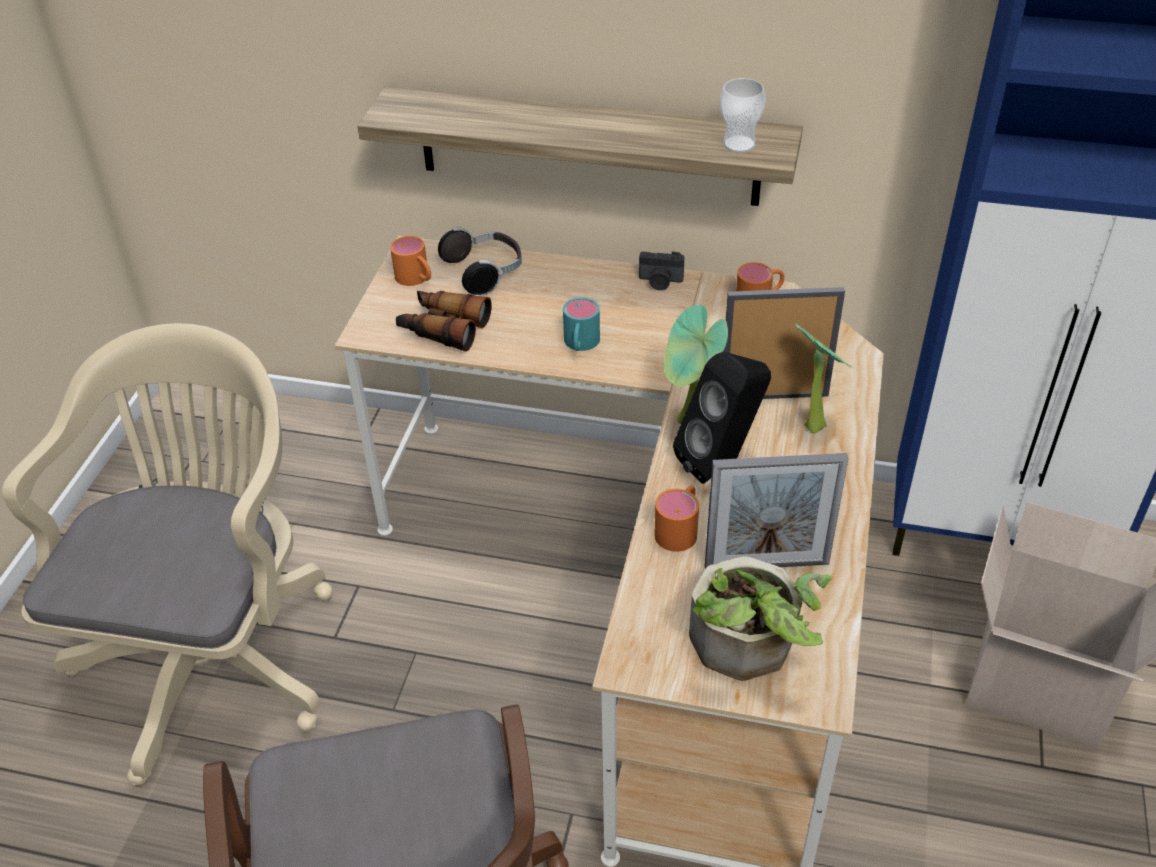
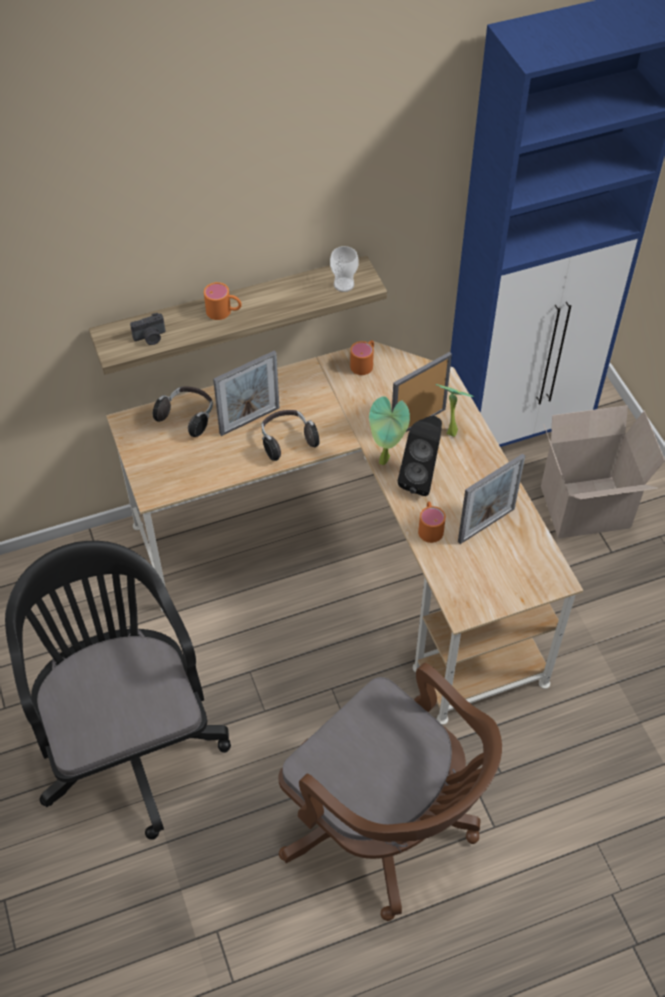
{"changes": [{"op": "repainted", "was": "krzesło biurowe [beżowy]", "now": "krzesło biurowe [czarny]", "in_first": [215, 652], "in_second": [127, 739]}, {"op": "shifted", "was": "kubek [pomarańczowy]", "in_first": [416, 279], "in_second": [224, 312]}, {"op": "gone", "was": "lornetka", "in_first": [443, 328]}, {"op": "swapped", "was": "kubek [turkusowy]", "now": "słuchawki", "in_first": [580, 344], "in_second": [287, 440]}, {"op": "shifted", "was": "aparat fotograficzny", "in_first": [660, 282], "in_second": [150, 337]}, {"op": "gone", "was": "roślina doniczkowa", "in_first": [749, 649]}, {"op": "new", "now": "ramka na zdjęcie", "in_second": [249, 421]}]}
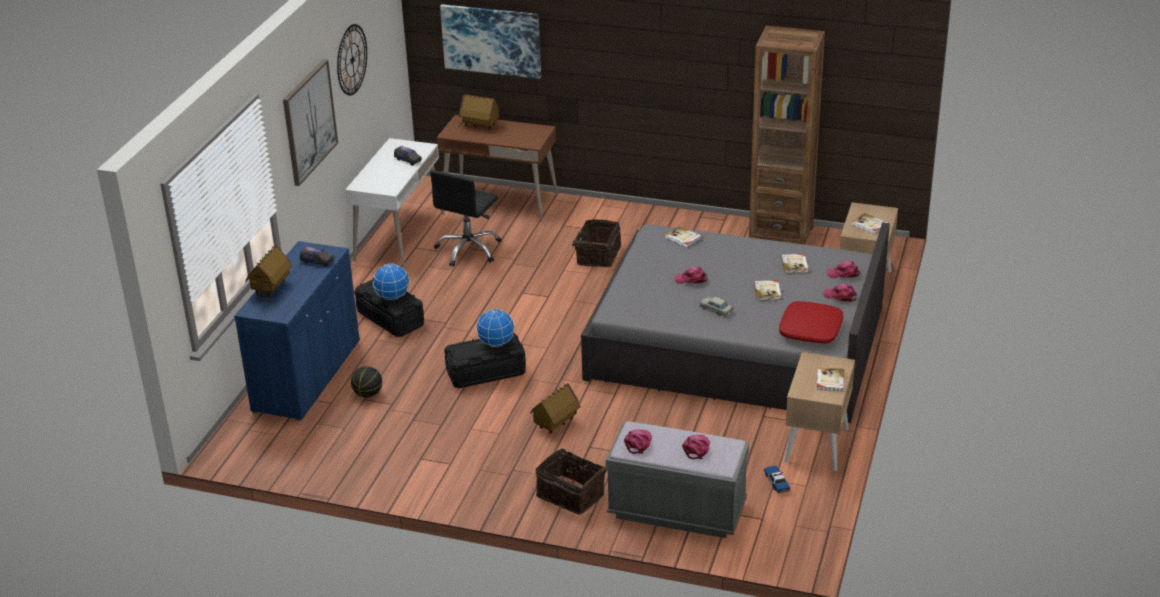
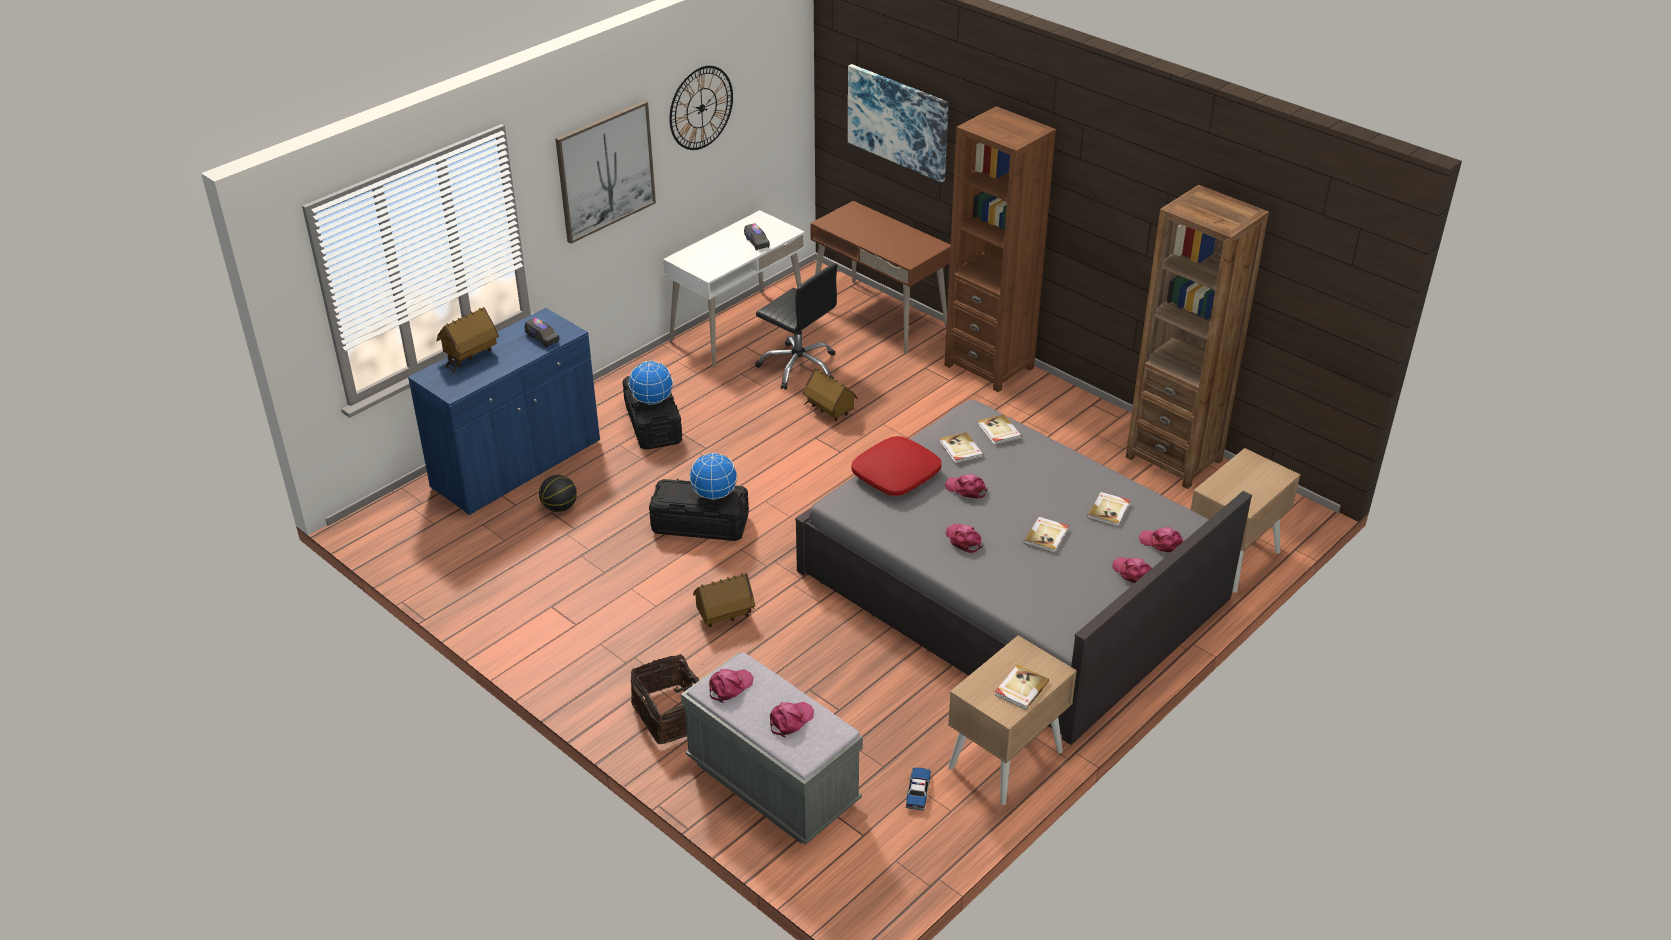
{"changes": [{"op": "rotated", "was": "krzesło biurowe [czarny]", "in_first": [469, 250], "in_second": [799, 367], "clockwise": -105}, {"op": "shifted", "was": "domek", "in_first": [480, 126], "in_second": [829, 411]}, {"op": "gone", "was": "koszyk", "in_first": [597, 255]}, {"op": "swapped", "was": "samochodzik [beżowy]", "now": "czapka z daszkiem [różowy]", "in_first": [716, 310], "in_second": [963, 540]}, {"op": "shifted", "was": "poduszka [czerwony]", "in_first": [811, 330], "in_second": [896, 475]}, {"op": "shifted", "was": "książka", "in_first": [869, 225], "in_second": [960, 449]}, {"op": "new", "now": "regał [brązowy]", "in_second": [989, 366]}]}
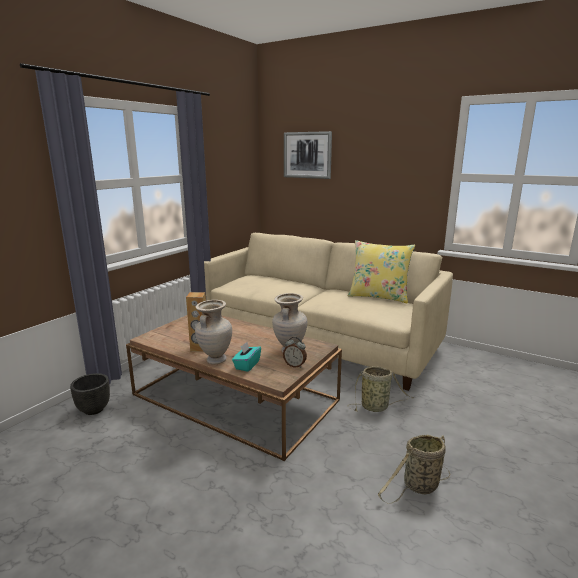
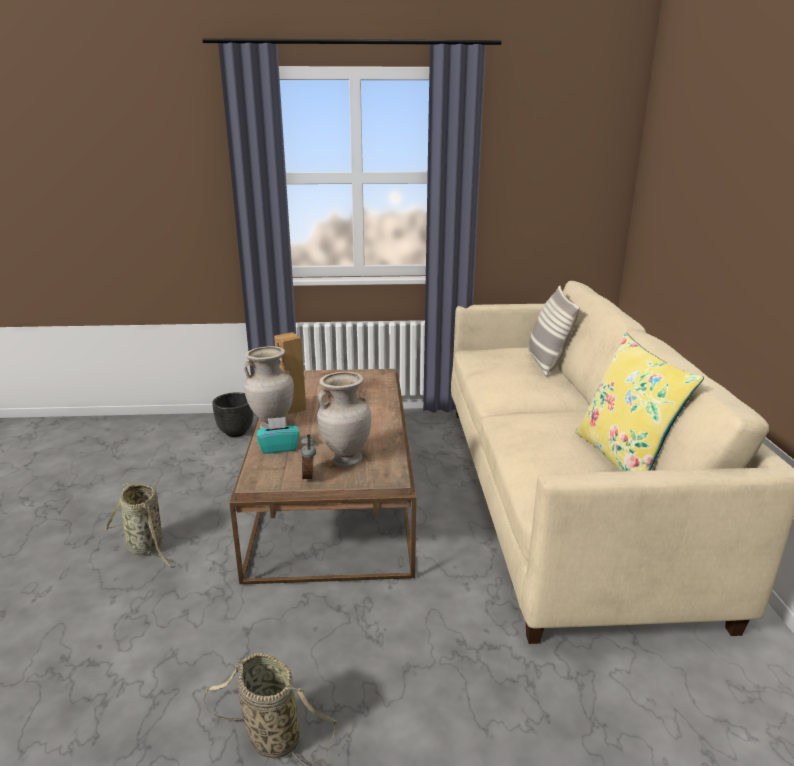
{"changes": [{"op": "gone", "was": "obraz", "in_first": [307, 155]}, {"op": "shifted", "was": "koszyk", "in_first": [376, 407], "in_second": [147, 547]}, {"op": "new", "now": "poduszka", "in_second": [546, 363]}]}
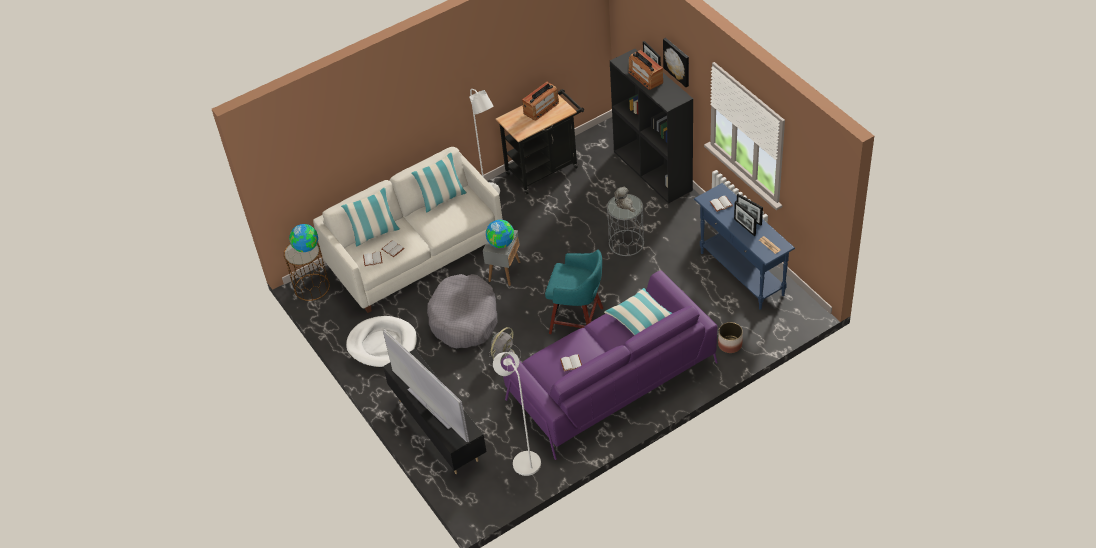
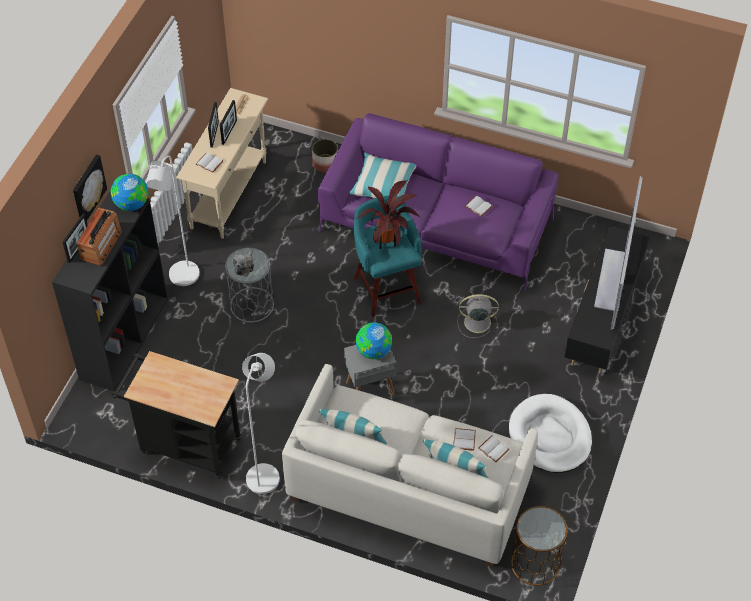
{"changes": [{"op": "shifted", "was": "globus", "in_first": [306, 247], "in_second": [131, 204]}, {"op": "gone", "was": "legowisko [szary]", "in_first": [464, 319]}, {"op": "shifted", "was": "lampa stojąca [biały]", "in_first": [523, 459], "in_second": [181, 278]}, {"op": "gone", "was": "radio", "in_first": [541, 108]}, {"op": "repainted", "was": "stolik konsolowy [niebieski]", "now": "stolik konsolowy [beżowy]", "in_first": [741, 274], "in_second": [229, 194]}, {"op": "new", "now": "roślina doniczkowa", "in_second": [388, 242]}]}
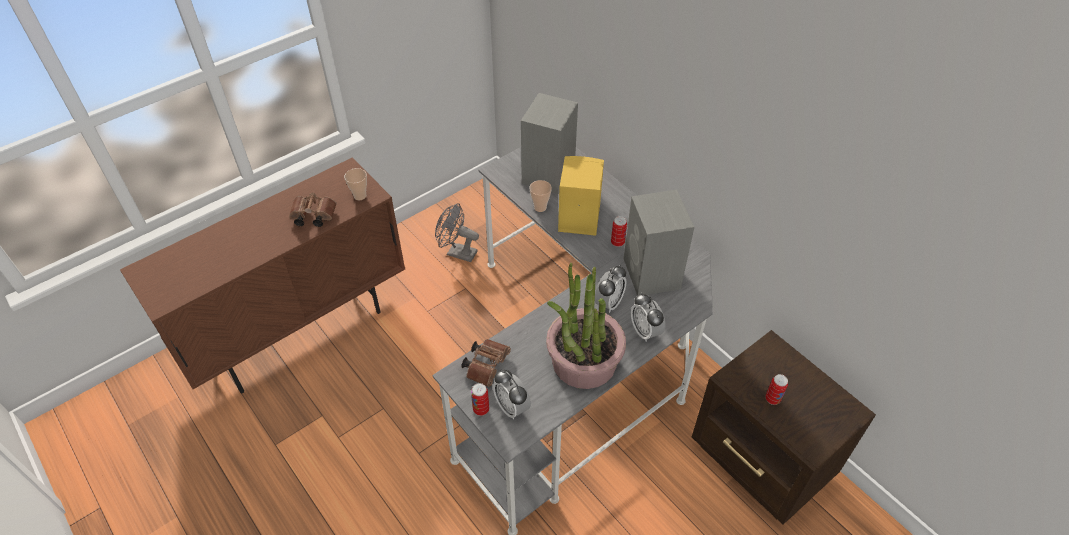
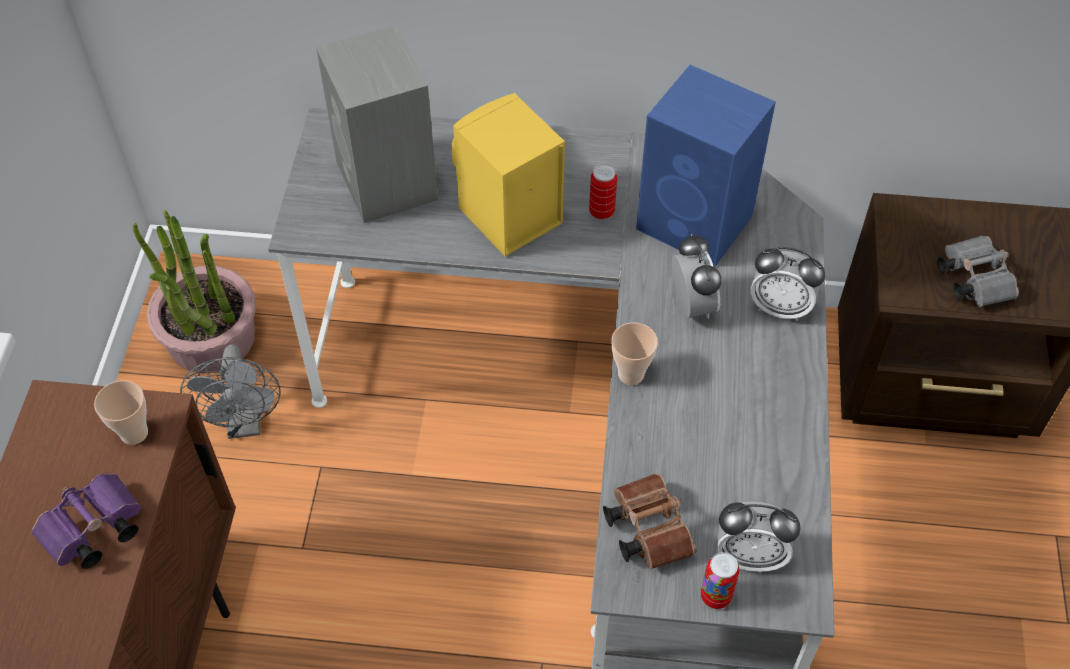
{"changes": [{"op": "repainted", "was": "lornetka [brązowy]", "now": "lornetka [fioletowy]", "in_first": [312, 217], "in_second": [92, 532]}, {"op": "rotated", "was": "wentylator [szary]", "in_first": [457, 252], "in_second": [245, 423], "clockwise": -75}, {"op": "shifted", "was": "filiżanka", "in_first": [540, 207], "in_second": [631, 374]}, {"op": "shifted", "was": "roślina doniczkowa", "in_first": [583, 362], "in_second": [211, 338]}, {"op": "repainted", "was": "głośnik [szary]", "now": "głośnik [niebieski]", "in_first": [652, 275], "in_second": [697, 223]}, {"op": "swapped", "was": "puszka", "now": "lornetka [szary]", "in_first": [772, 399], "in_second": [971, 279]}]}
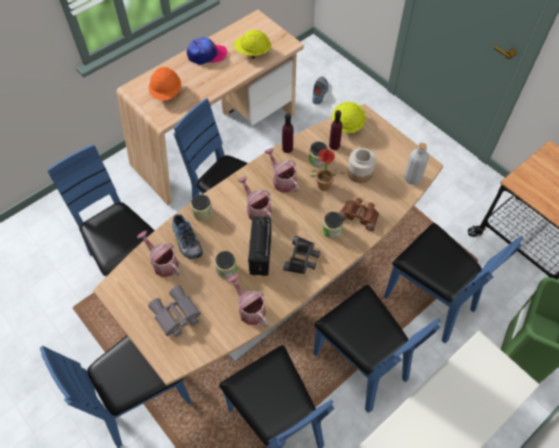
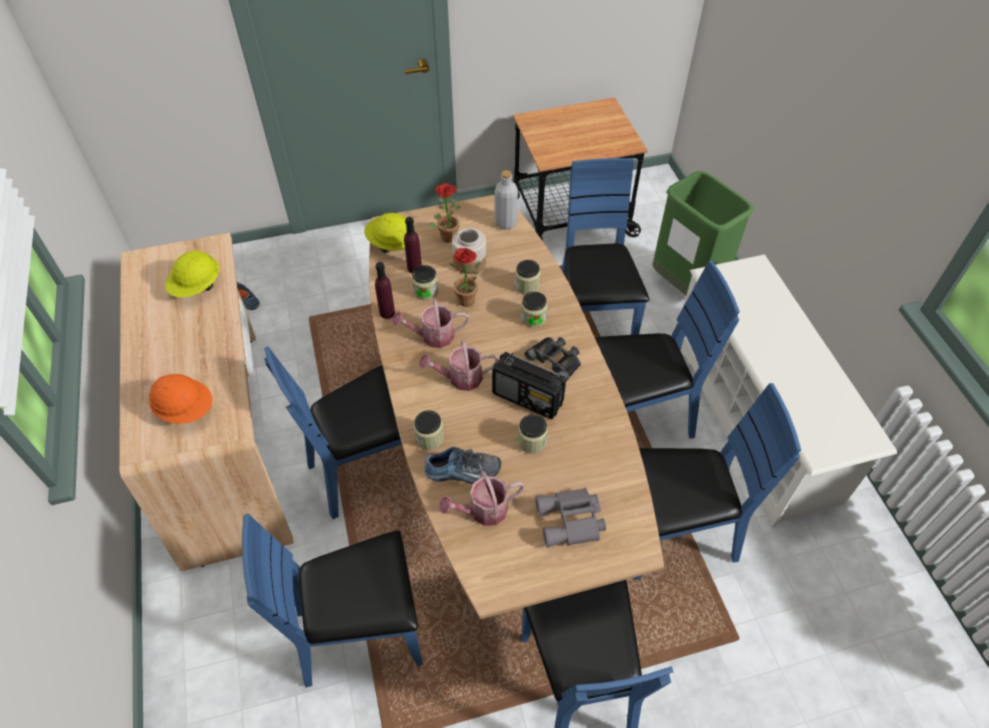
{"changes": [{"op": "gone", "was": "czapka z daszkiem", "in_first": [206, 55]}, {"op": "gone", "was": "konewka", "in_first": [249, 309]}, {"op": "swapped", "was": "lornetka [brązowy]", "now": "słoik", "in_first": [359, 215], "in_second": [527, 286]}, {"op": "rotated", "was": "krzesło [niebieski]", "in_first": [429, 301], "in_second": [591, 326], "clockwise": -75}, {"op": "new", "now": "roślina doniczkowa", "in_second": [447, 235]}]}
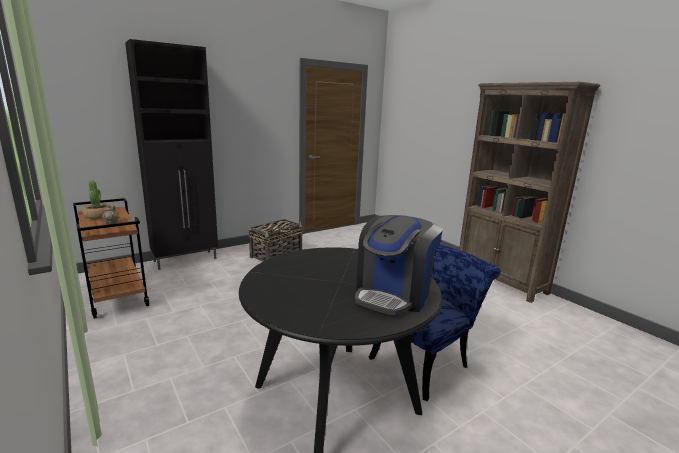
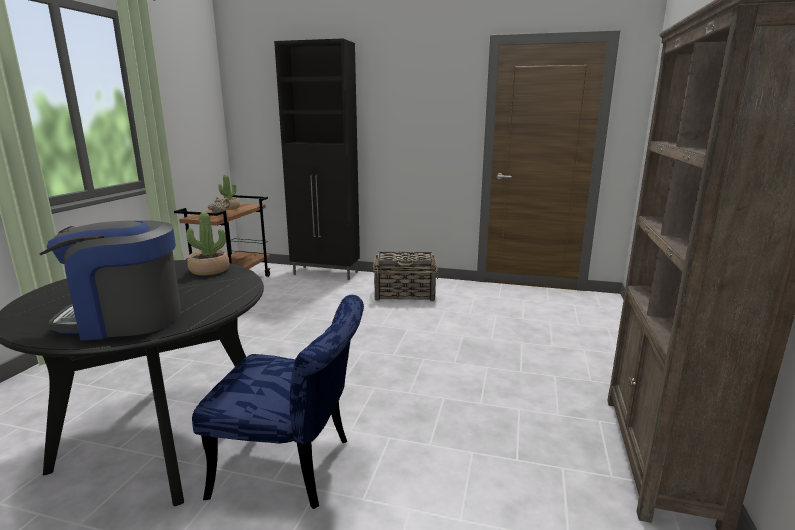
{"changes": [{"op": "new", "now": "roślina doniczkowa", "in_second": [209, 270]}]}
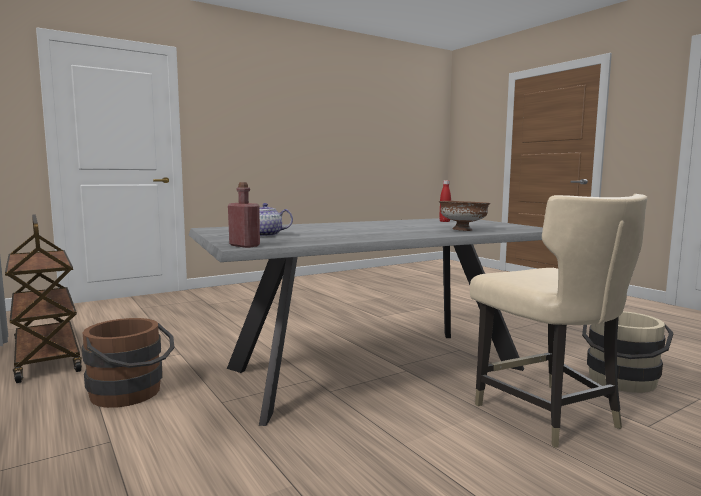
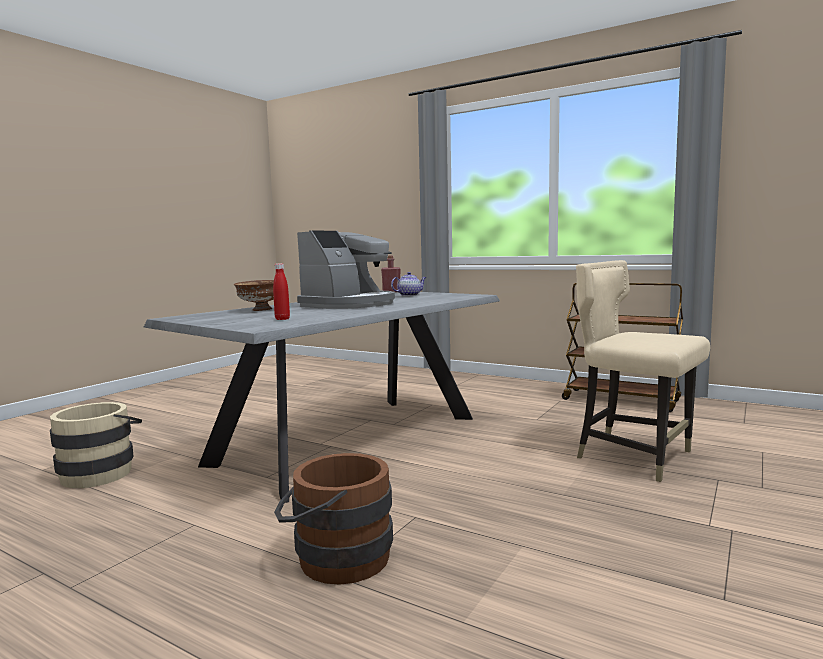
{"changes": [{"op": "shifted", "was": "wiadro [brązowy]", "in_first": [131, 394], "in_second": [335, 559]}, {"op": "shifted", "was": "krzesło [beżowy]", "in_first": [547, 414], "in_second": [634, 456]}, {"op": "new", "now": "ekspres do kawy", "in_second": [349, 304]}]}
